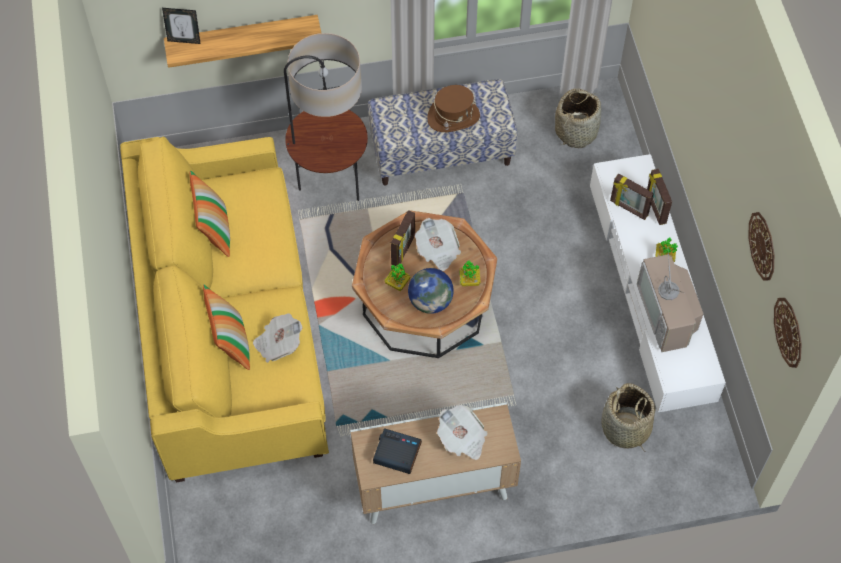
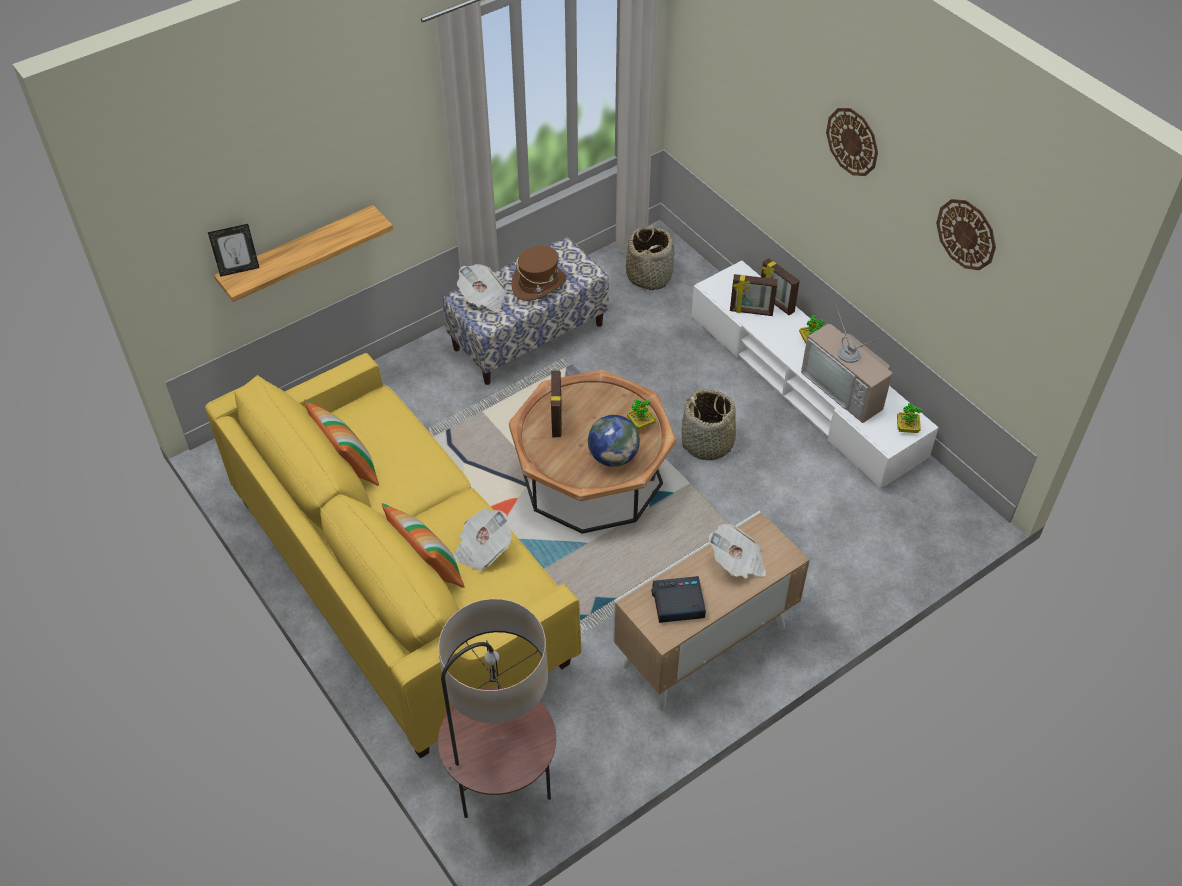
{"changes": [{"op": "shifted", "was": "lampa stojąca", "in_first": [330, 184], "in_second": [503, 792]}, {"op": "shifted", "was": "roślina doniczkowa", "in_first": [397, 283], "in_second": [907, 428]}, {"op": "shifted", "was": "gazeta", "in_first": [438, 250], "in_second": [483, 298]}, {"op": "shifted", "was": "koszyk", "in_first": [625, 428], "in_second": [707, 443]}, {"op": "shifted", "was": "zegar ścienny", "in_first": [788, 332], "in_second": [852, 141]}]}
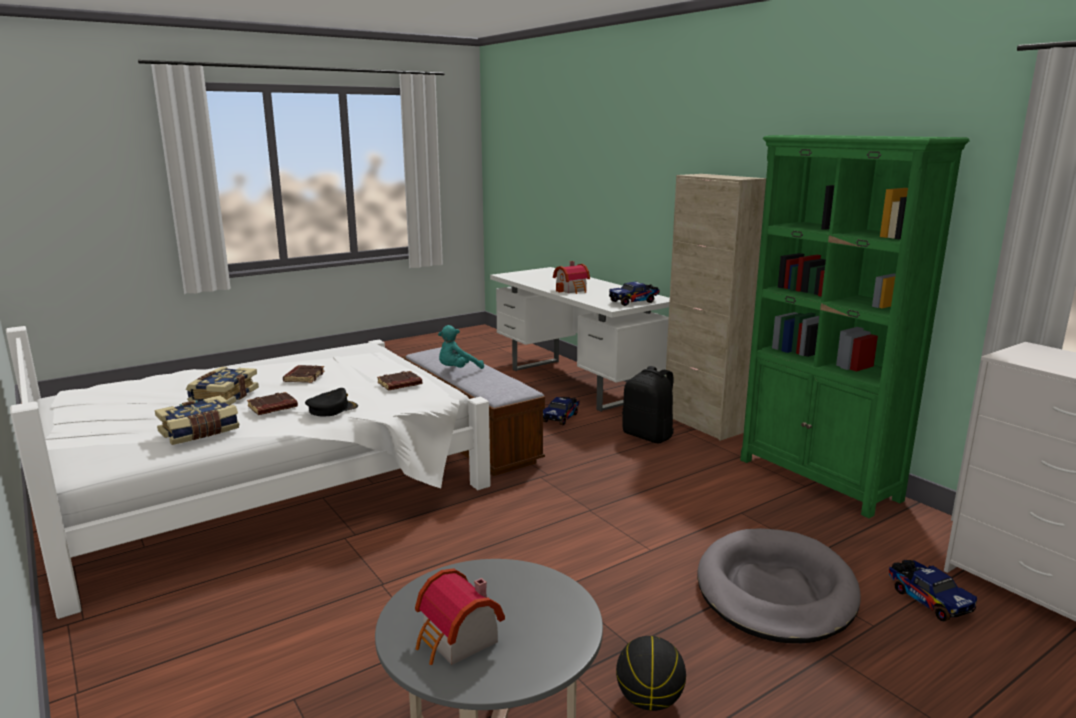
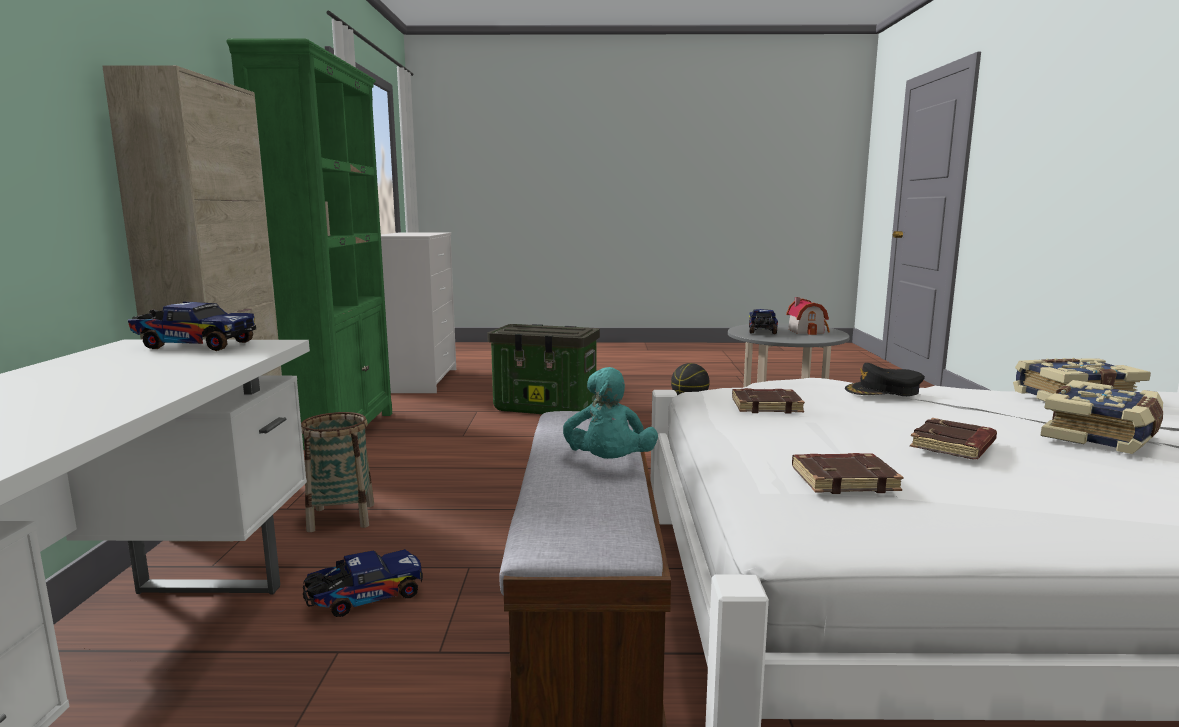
{"changes": [{"op": "shifted", "was": "książka [brązowy]", "in_first": [272, 408], "in_second": [844, 480]}, {"op": "rotated", "was": "pluszak [turkusowy]", "in_first": [457, 370], "in_second": [608, 464], "clockwise": 90}, {"op": "gone", "was": "domek", "in_first": [573, 290]}, {"op": "swapped", "was": "plecak [czarny]", "now": "koszyk", "in_first": [648, 436], "in_second": [341, 517]}, {"op": "swapped", "was": "legowisko [szary]", "now": "pojemnik do przechowywania", "in_first": [775, 591], "in_second": [547, 407]}, {"op": "shifted", "was": "ciężarówka zabawkowa", "in_first": [927, 599], "in_second": [762, 331]}]}
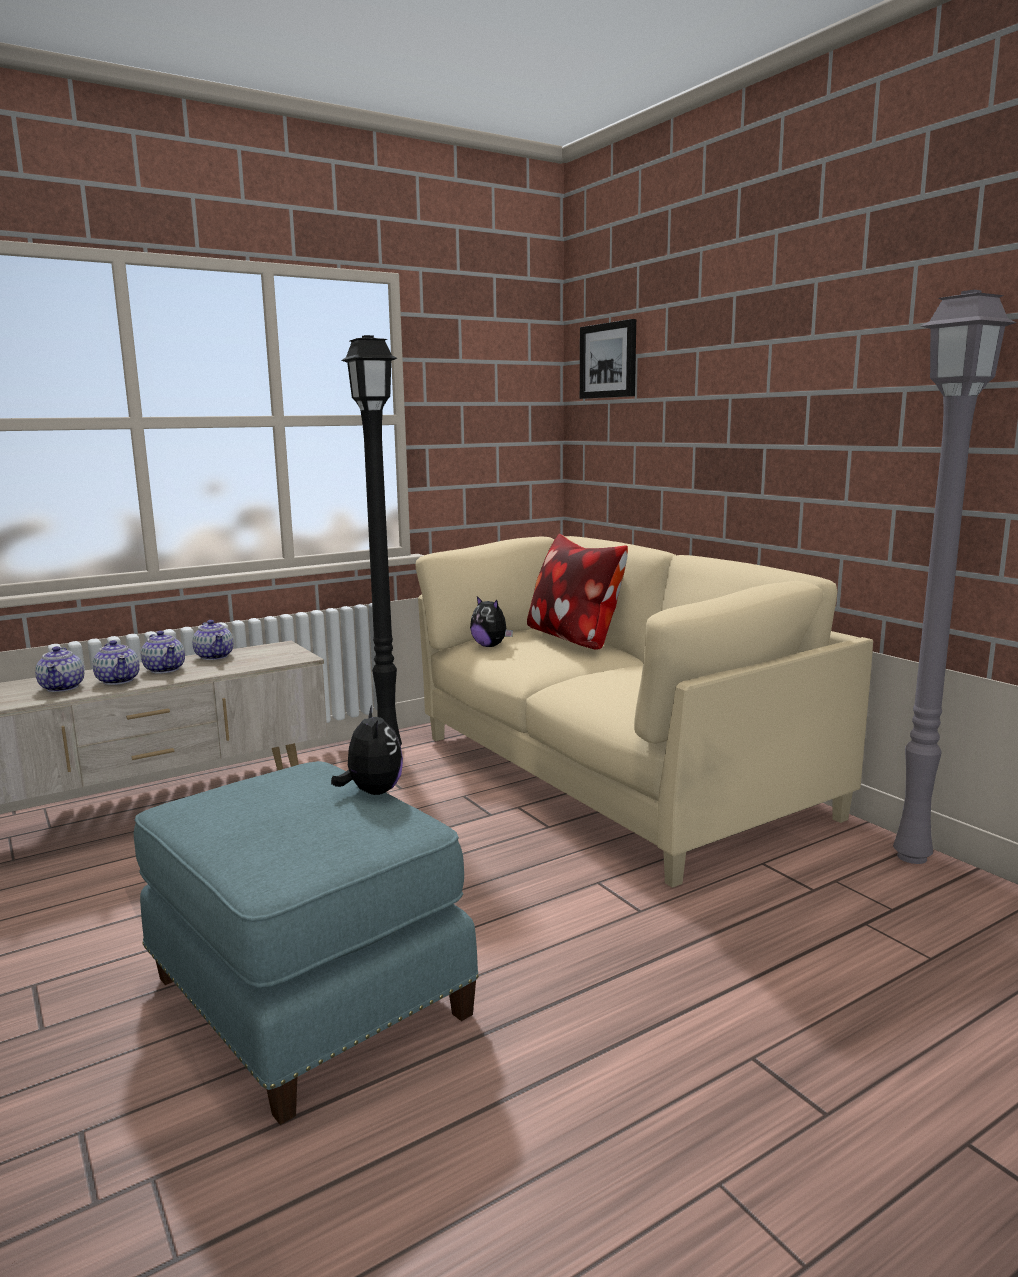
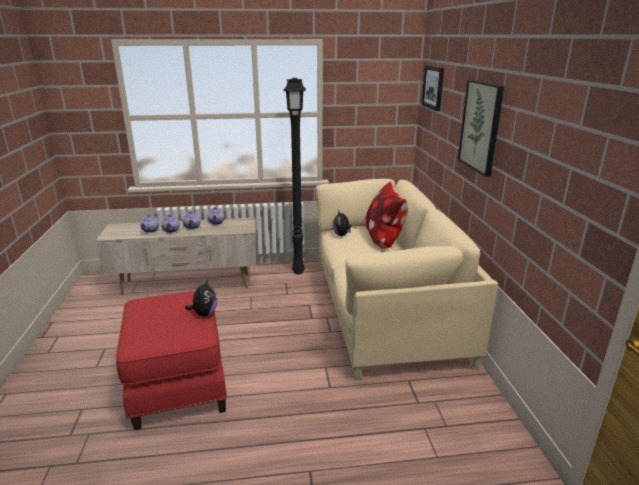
{"changes": [{"op": "repainted", "was": "pufa [niebieski]", "now": "pufa [czerwony]", "in_first": [305, 998], "in_second": [177, 383]}, {"op": "gone", "was": "lampa stojąca [szary]", "in_first": [915, 857]}, {"op": "new", "now": "obraz", "in_second": [481, 126]}]}
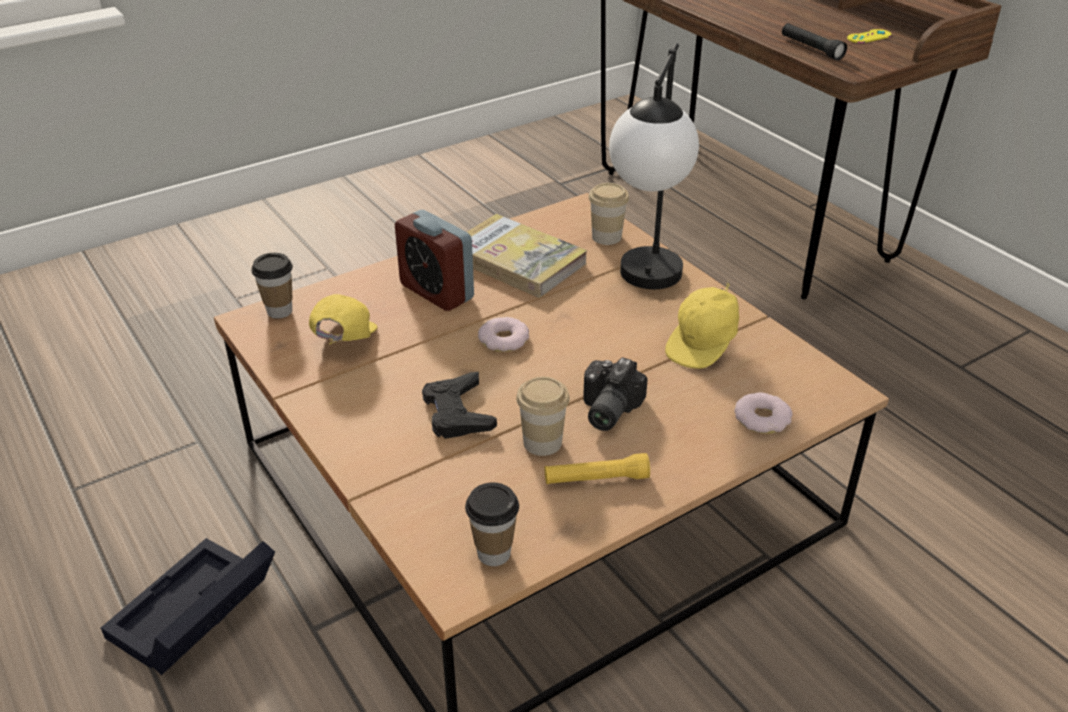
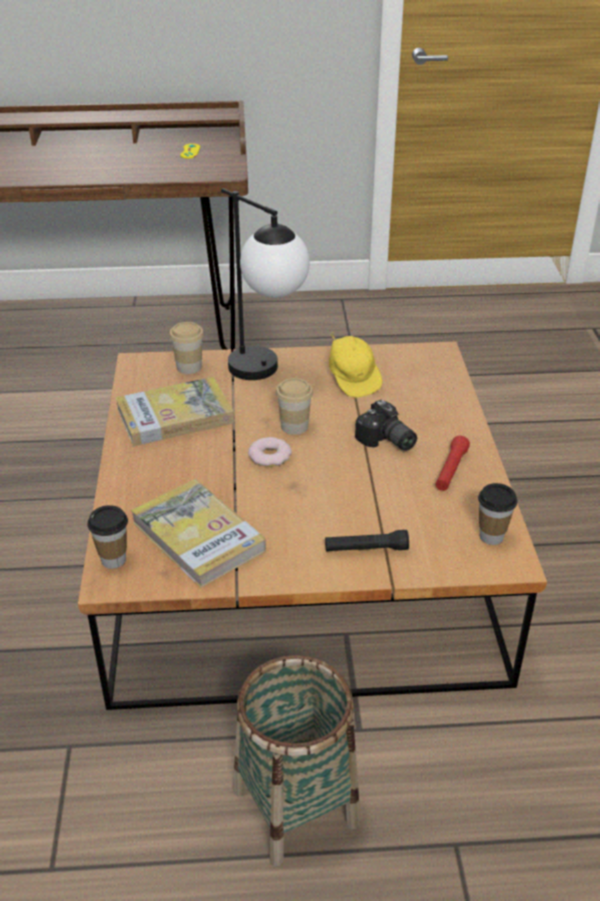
{"changes": [{"op": "swapped", "was": "pojemnik do przechowywania [czarny]", "now": "koszyk", "in_first": [193, 617], "in_second": [296, 806]}, {"op": "swapped", "was": "czapka z daszkiem [żółty]", "now": "książka", "in_first": [343, 343], "in_second": [198, 536]}, {"op": "gone", "was": "budzik", "in_first": [436, 291]}, {"op": "gone", "was": "pad do gier [czarny]", "in_first": [457, 413]}, {"op": "shifted", "was": "filiżanka", "in_first": [542, 442], "in_second": [294, 426]}, {"op": "repainted", "was": "latarka [żółty]", "now": "latarka [czerwony]", "in_first": [596, 479], "in_second": [450, 470]}, {"op": "gone", "was": "donut", "in_first": [762, 418]}, {"op": "shifted", "was": "latarka [czarny]", "in_first": [811, 48], "in_second": [366, 549]}]}
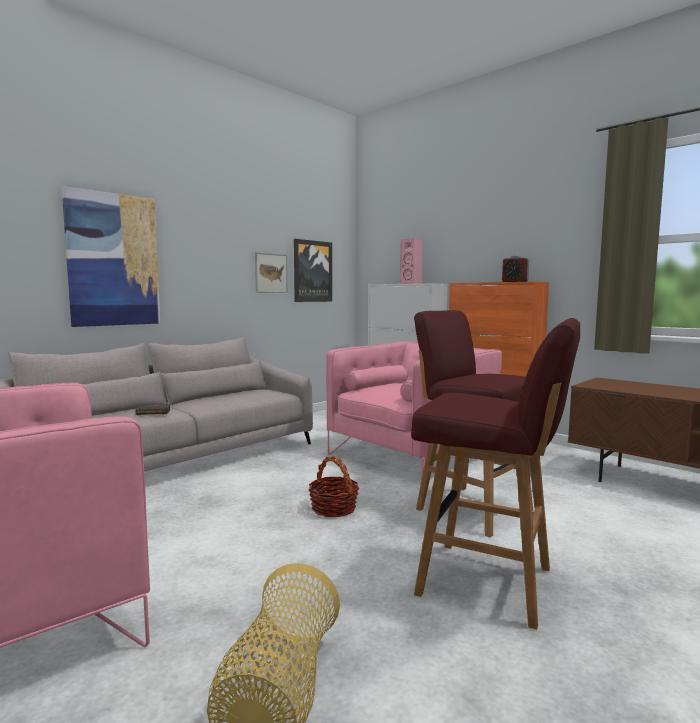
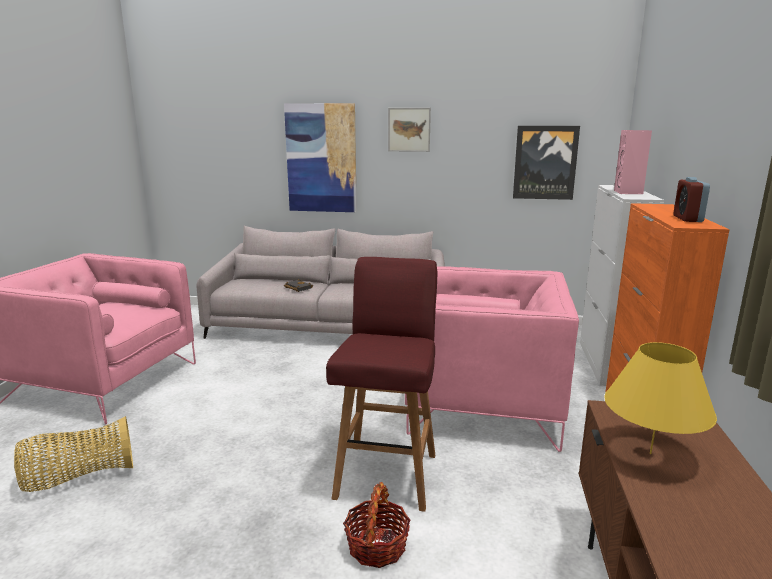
{"changes": [{"op": "shifted", "was": "obraz", "in_first": [271, 273], "in_second": [409, 129]}, {"op": "shifted", "was": "koszyk", "in_first": [334, 508], "in_second": [377, 547]}, {"op": "gone", "was": "stołek [czerwony]", "in_first": [489, 582]}, {"op": "new", "now": "lampa stołowa [żółty]", "in_second": [650, 453]}]}
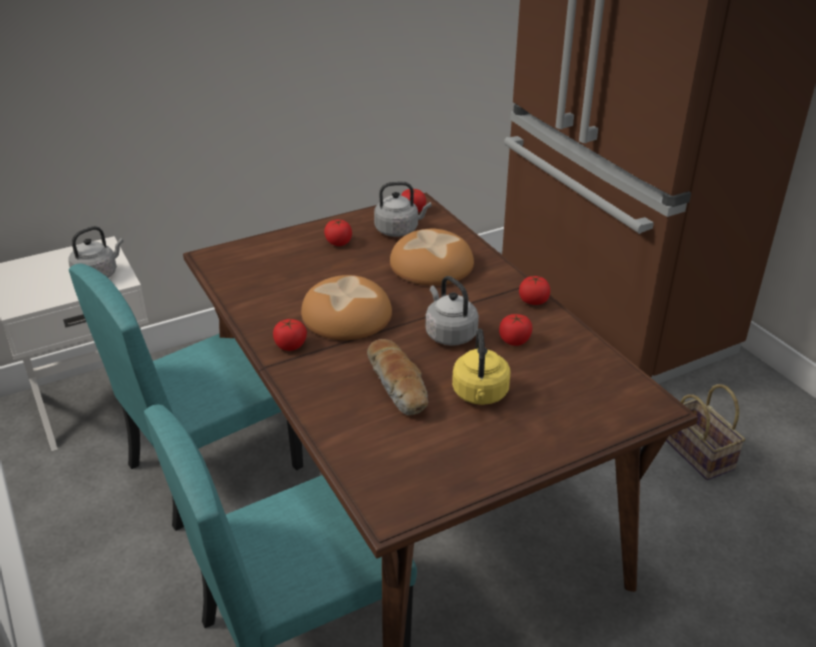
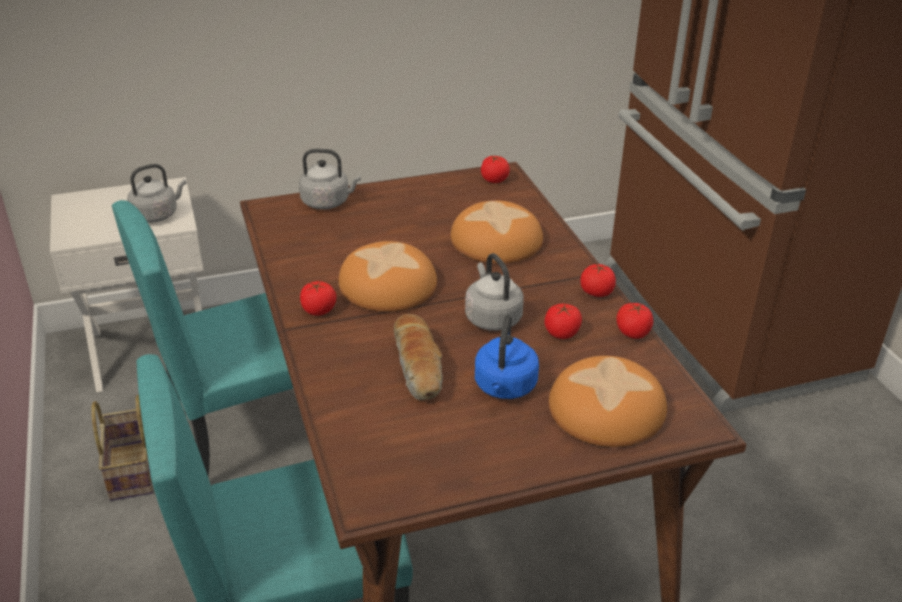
{"changes": [{"op": "shifted", "was": "pomidor", "in_first": [338, 243], "in_second": [632, 333]}, {"op": "shifted", "was": "czajnik [szary]", "in_first": [399, 230], "in_second": [328, 202]}, {"op": "repainted", "was": "czajnik [żółty]", "now": "czajnik [niebieski]", "in_first": [480, 395], "in_second": [504, 388]}, {"op": "shifted", "was": "koszyk", "in_first": [700, 454], "in_second": [133, 471]}, {"op": "new", "now": "chleb", "in_second": [607, 408]}]}
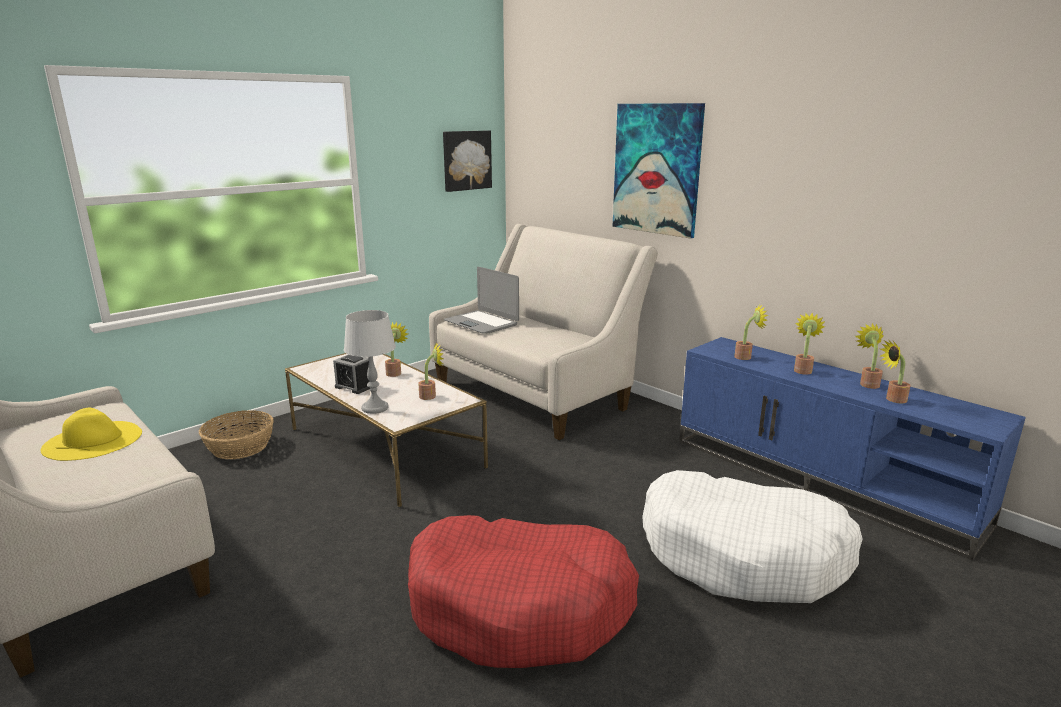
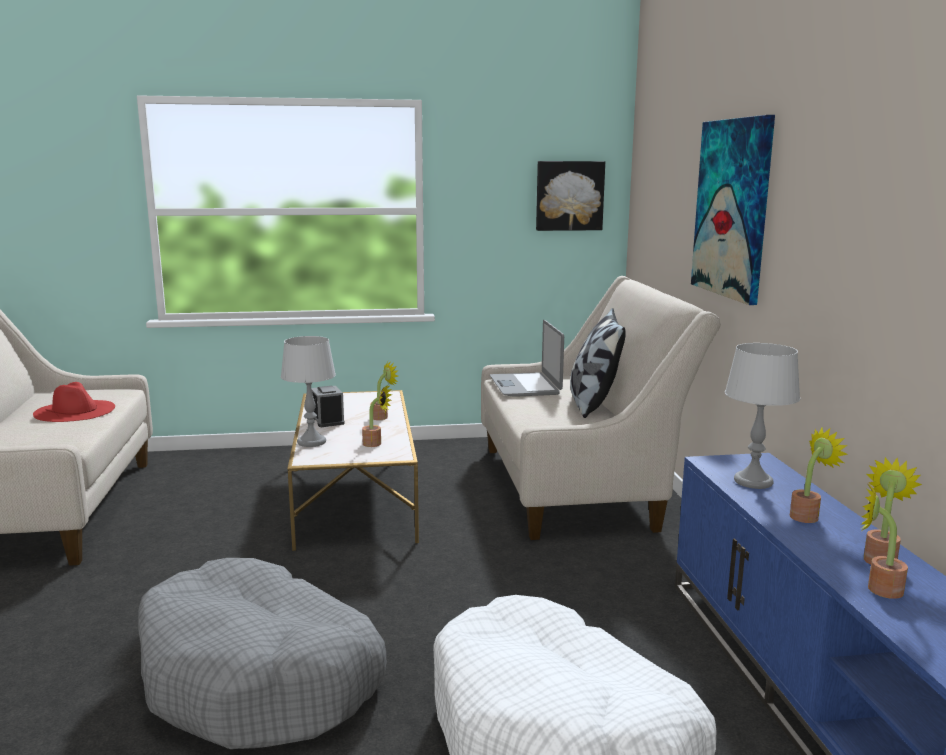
{"changes": [{"op": "repainted", "was": "kapelusz [żółty]", "now": "kapelusz [czerwony]", "in_first": [93, 440], "in_second": [75, 410]}, {"op": "gone", "was": "koszyk", "in_first": [239, 447]}, {"op": "repainted", "was": "legowisko [czerwony]", "now": "legowisko [szary]", "in_first": [520, 606], "in_second": [260, 678]}, {"op": "swapped", "was": "roślina doniczkowa", "now": "lampa stołowa [szary]", "in_first": [746, 357], "in_second": [752, 481]}, {"op": "new", "now": "poduszka", "in_second": [593, 404]}]}
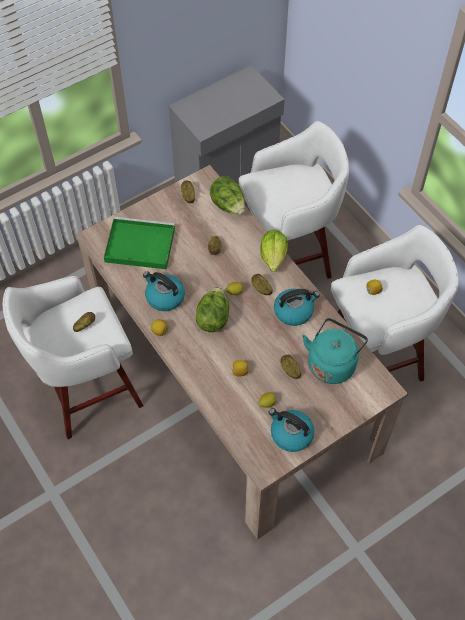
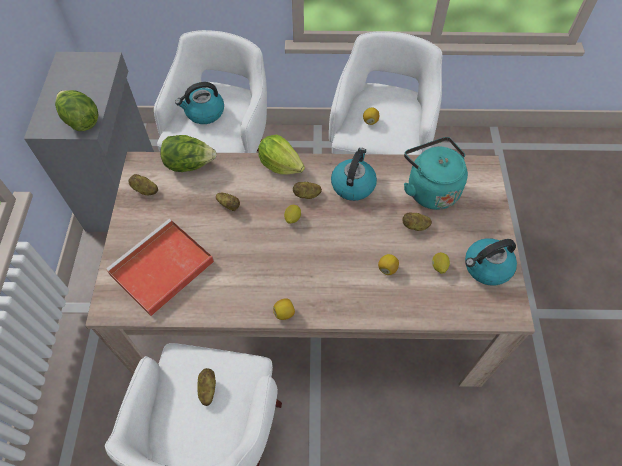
{"changes": [{"op": "repainted", "was": "taca [zielony]", "now": "taca [czerwony]", "in_first": [138, 245], "in_second": [161, 270]}, {"op": "shifted", "was": "czajnik", "in_first": [164, 297], "in_second": [204, 113]}, {"op": "shifted", "was": "sałata", "in_first": [213, 318], "in_second": [81, 121]}]}
